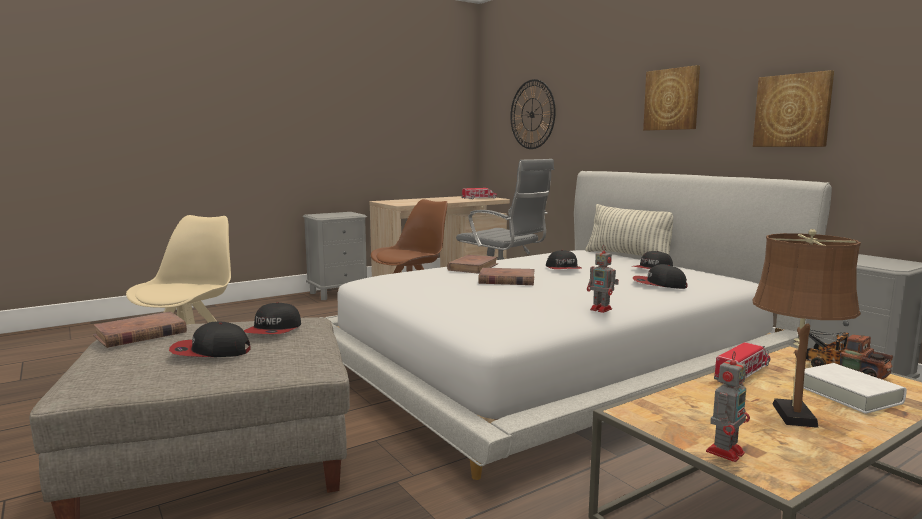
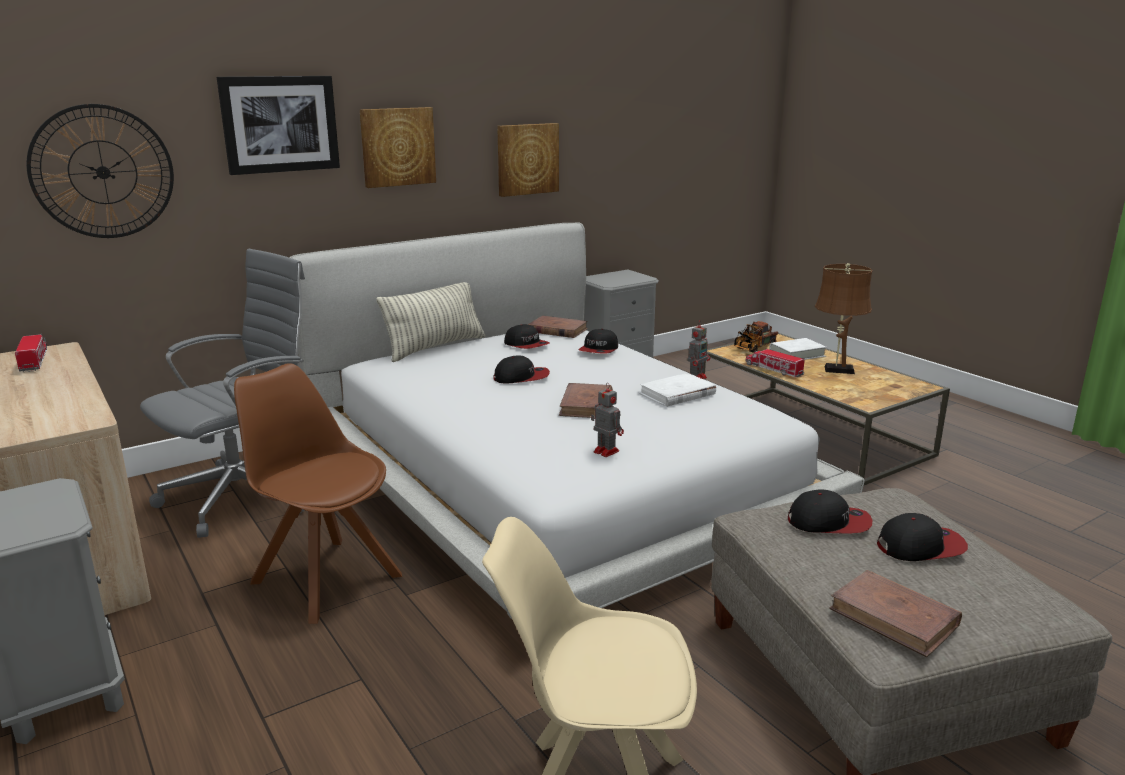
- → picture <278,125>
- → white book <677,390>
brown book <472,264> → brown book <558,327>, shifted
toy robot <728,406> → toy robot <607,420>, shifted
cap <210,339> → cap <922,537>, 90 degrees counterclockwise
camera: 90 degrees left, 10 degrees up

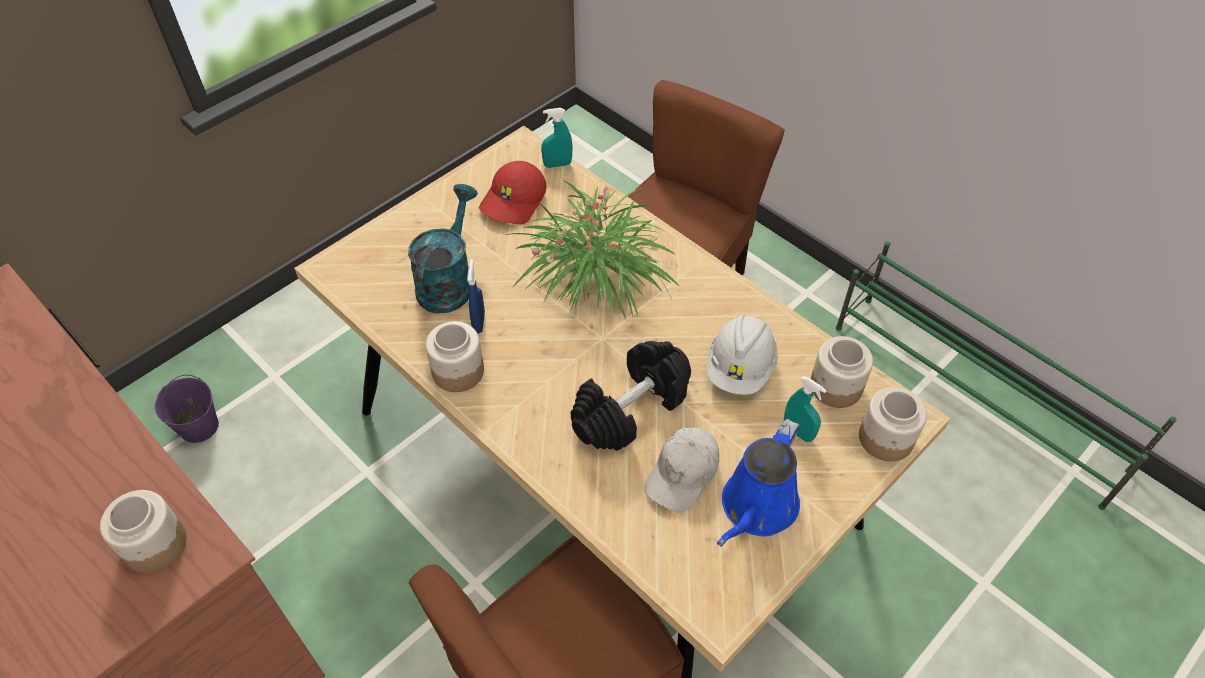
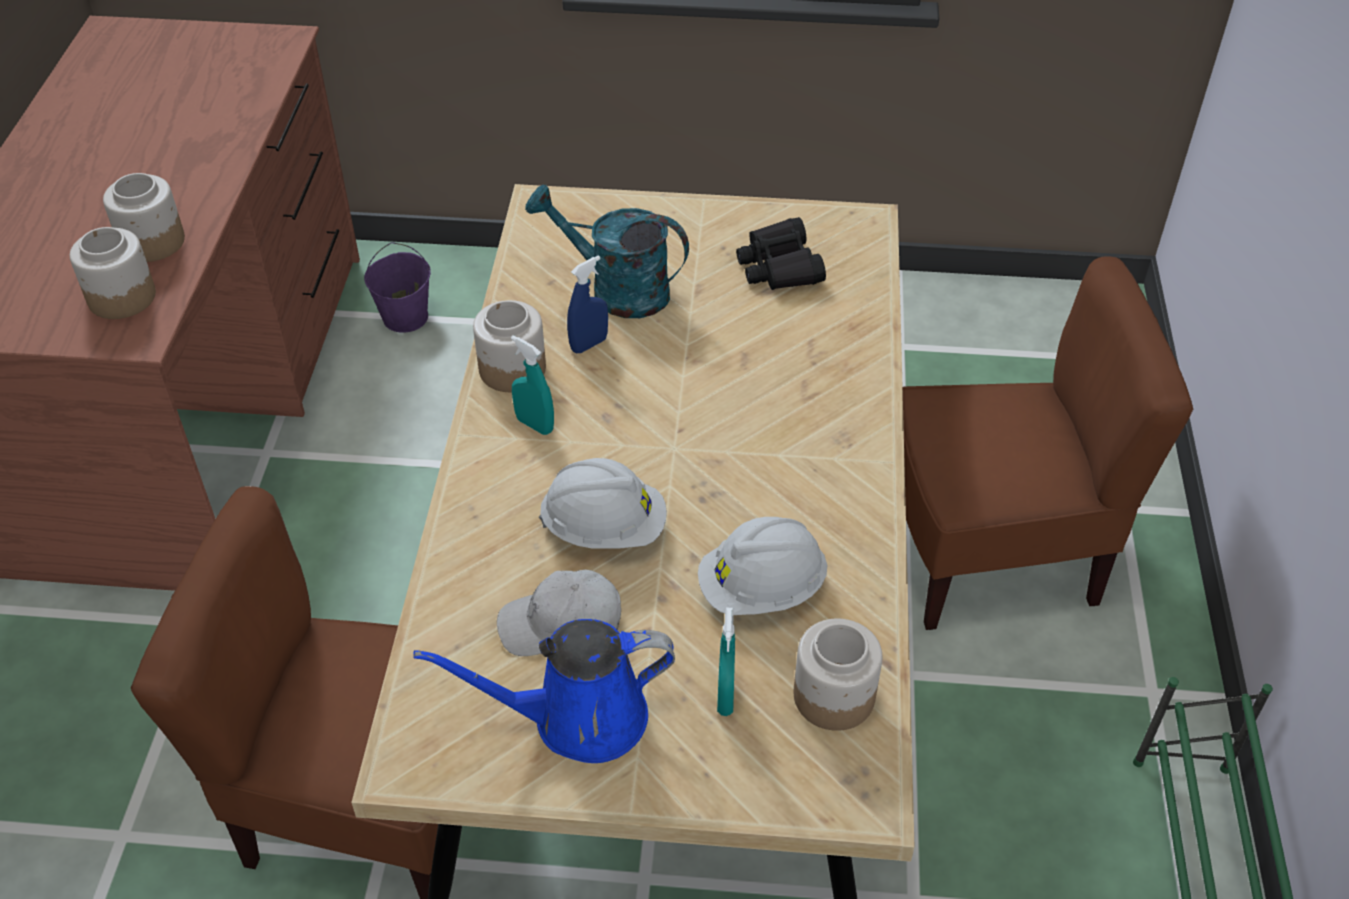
potted plant <591,250> → -
turquoise spray bottle <557,138> → turquoise spray bottle <532,385>, shifted
jar <893,424> → jar <144,217>, shifted
red cap <512,193> → black binoculars <781,253>
black dumbbell <631,396> → white hard hat <603,503>
turquoise watering can <443,249> → turquoise watering can <607,251>, 135 degrees counterclockwise
camera: 50 degrees right, 5 degrees down

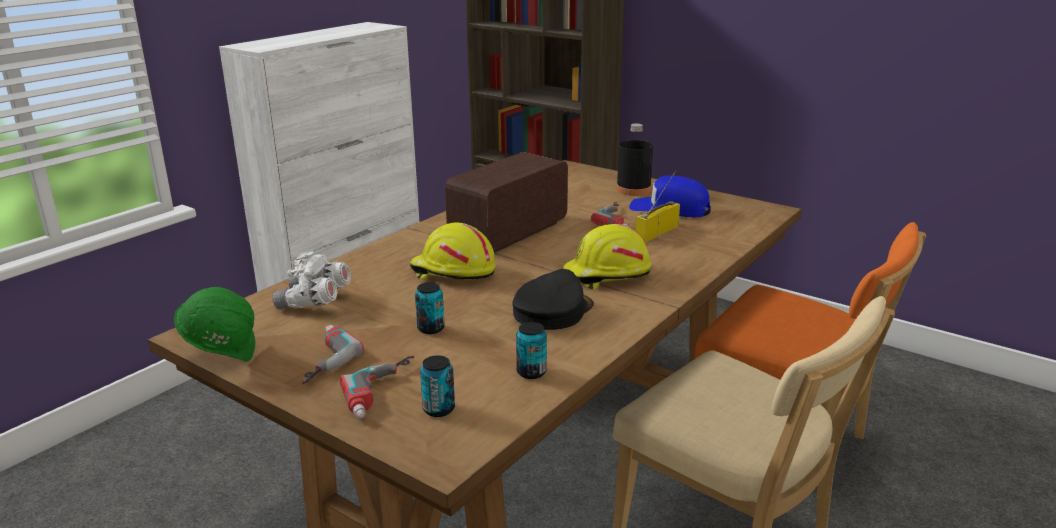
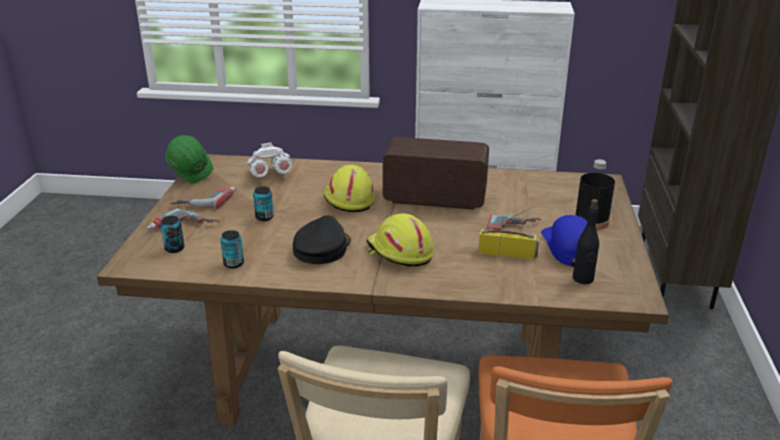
- → black bottle <586,241>
black cap <553,299> → black cap <322,239>, 75 degrees counterclockwise
camera: 60 degrees right, 5 degrees up

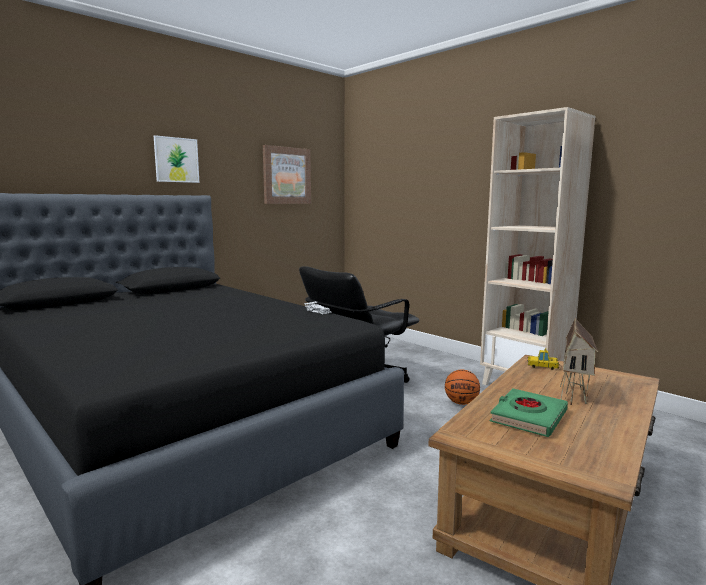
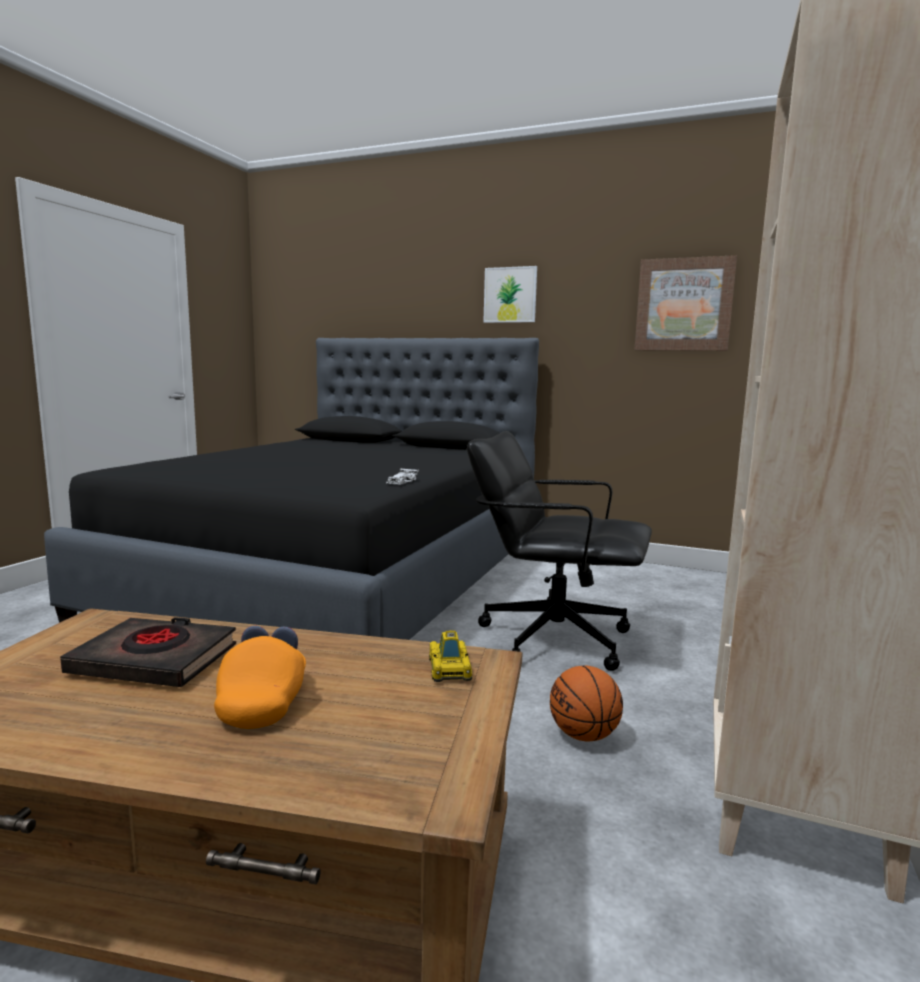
toy house <579,361> → orange cap <260,677>
green book <528,412> → black book <148,652>
camera: 65 degrees right, 0 degrees up

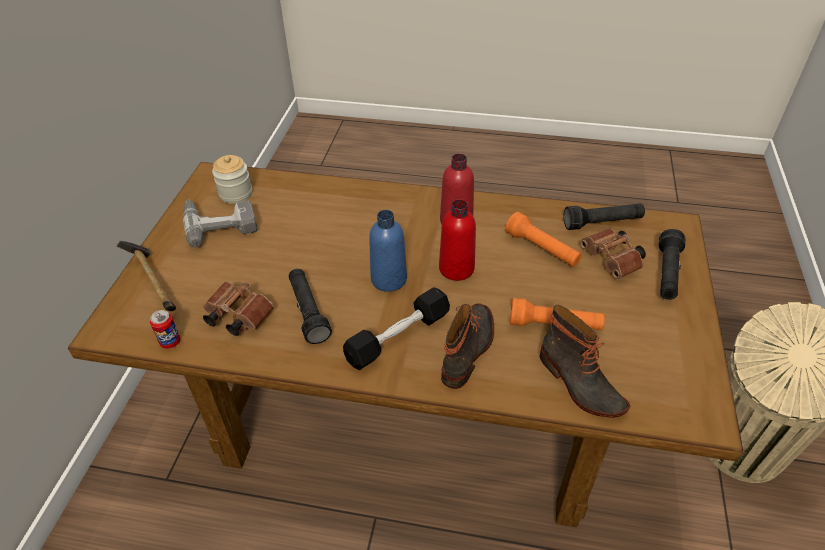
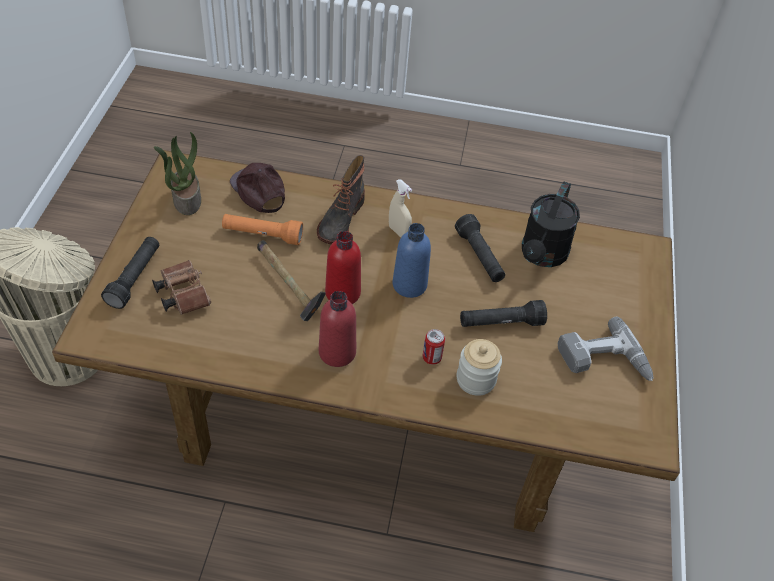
orange flashlight <543,239> → -
- → potted plant <177,173>
hammer <146,276> → hammer <291,280>, shifted
can <165,329> → can <433,347>, shifted
jar <232,179> → jar <479,367>, shifted
black flashlight <604,216> → black flashlight <503,313>, shifted
brown binoculars <238,308> → black watering can <551,224>
black dumbbell <396,328> → beige spray bottle <400,208>
boot <585,361> → brown cap <257,188>
camera: 175 degrees right, 5 degrees up

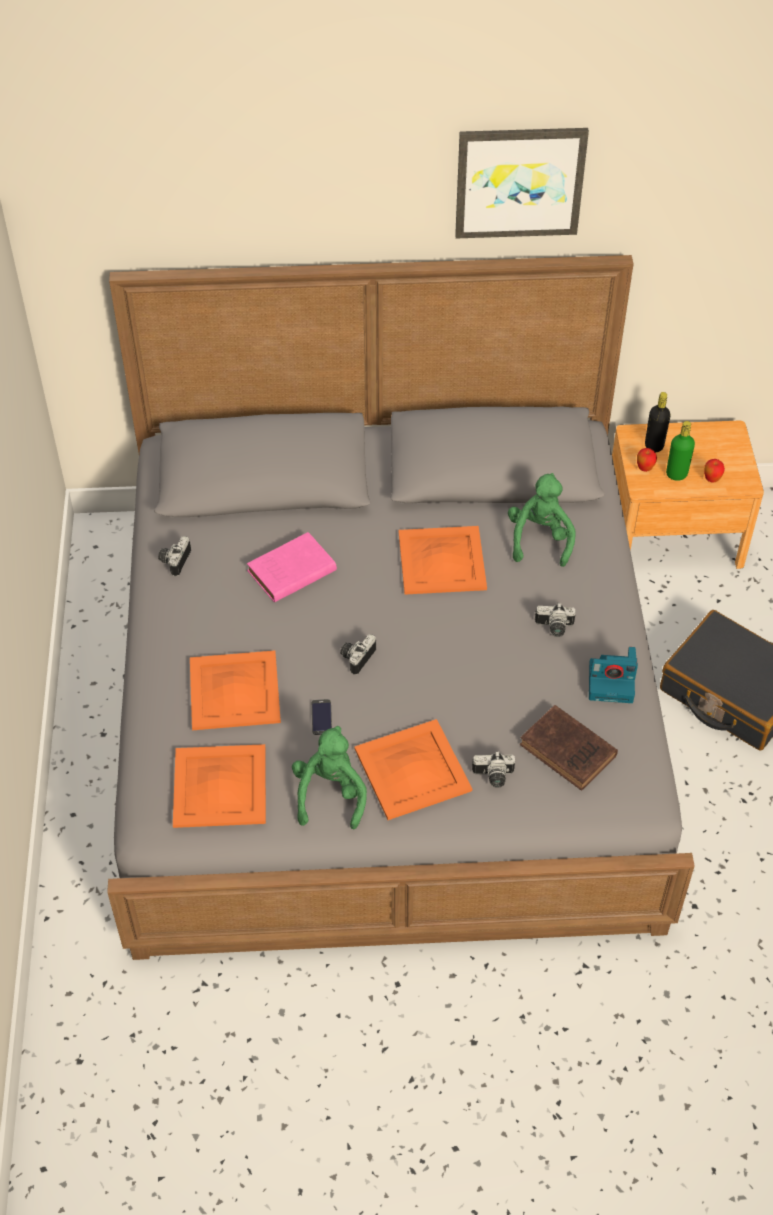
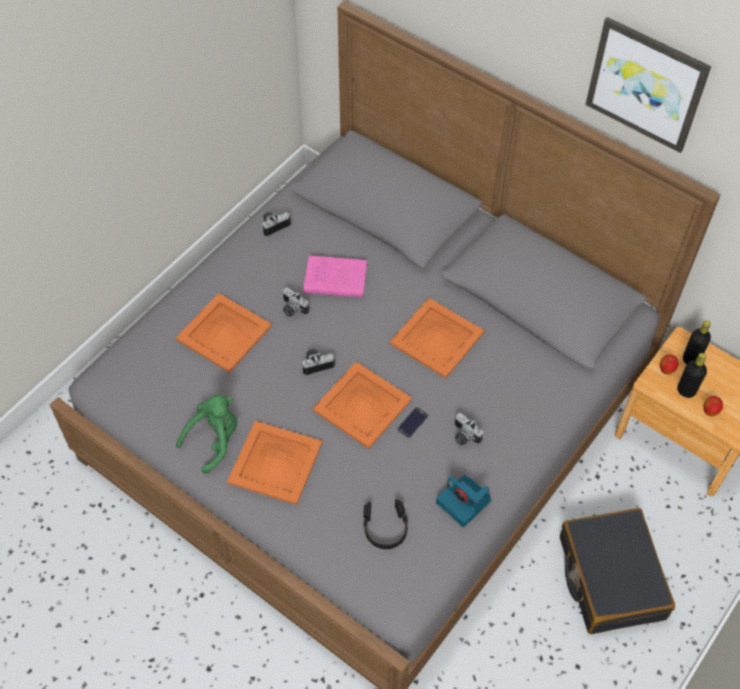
green plush toy <542,520> → -
orange tray <219,786> → orange tray <362,405>, shifted
phone <322,717> → phone <412,422>, shifted
photo camera <493,769> → photo camera <296,302>, shifted
brown book <568,748> → black headphones <385,524>
green bottle <680,451> → black bottle <692,375>
camera: 40 degrees right, 5 degrees up

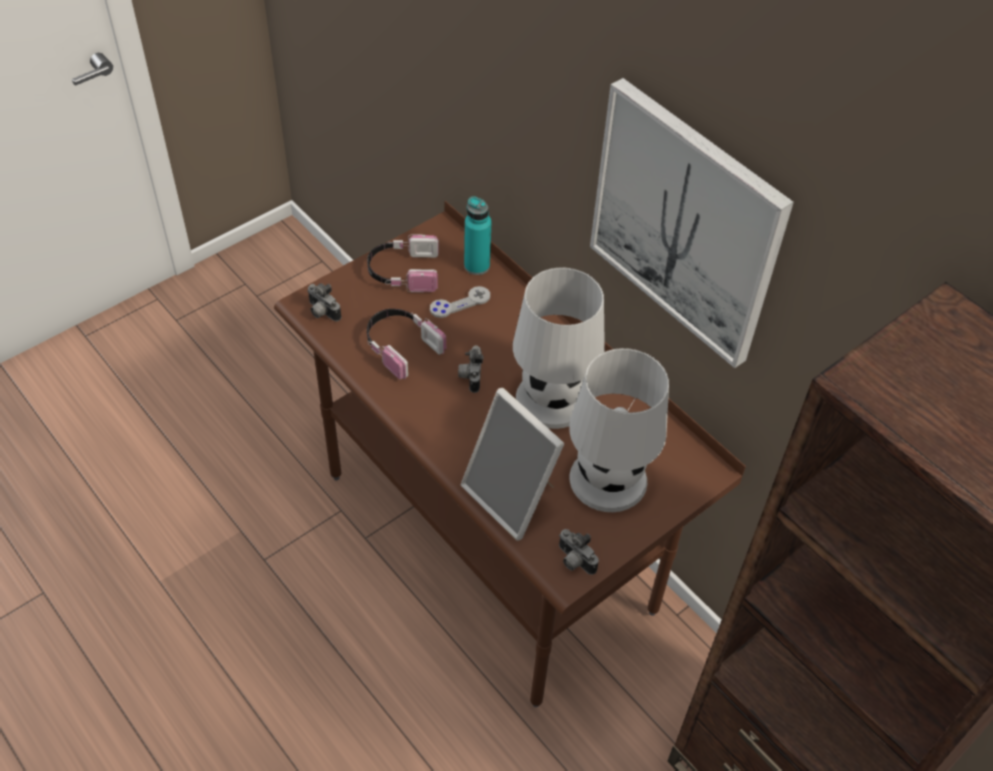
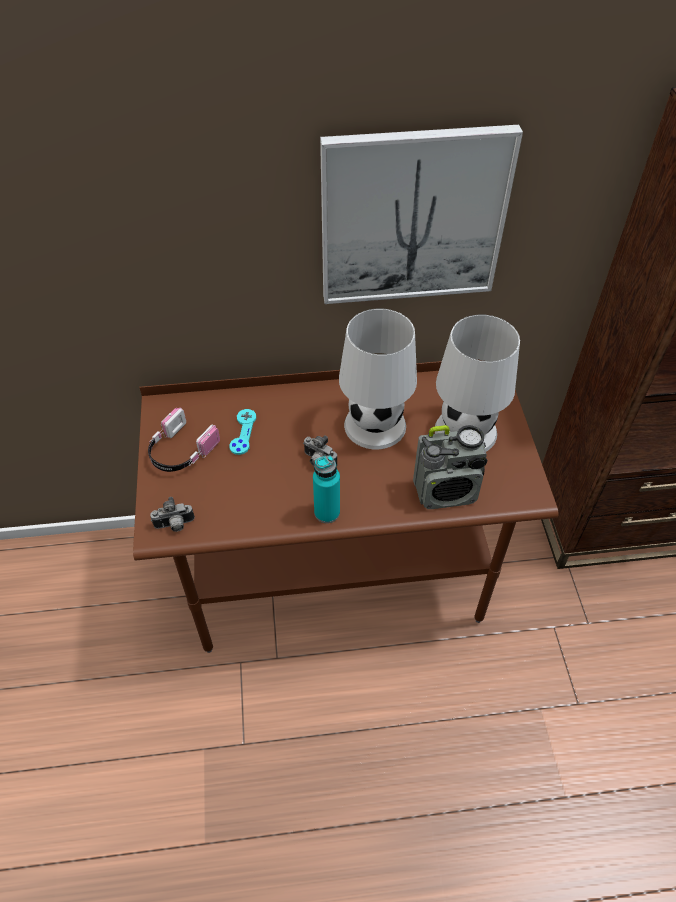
headphones <406,344> → -
photo camera <579,552> → -
turquoise bottle <478,235> → turquoise bottle <326,489>, shifted
picture frame <512,464> → radio <450,467>
grey game controller <460,302> → turquoise game controller <242,432>
camera: 55 degrees left, 0 degrees up

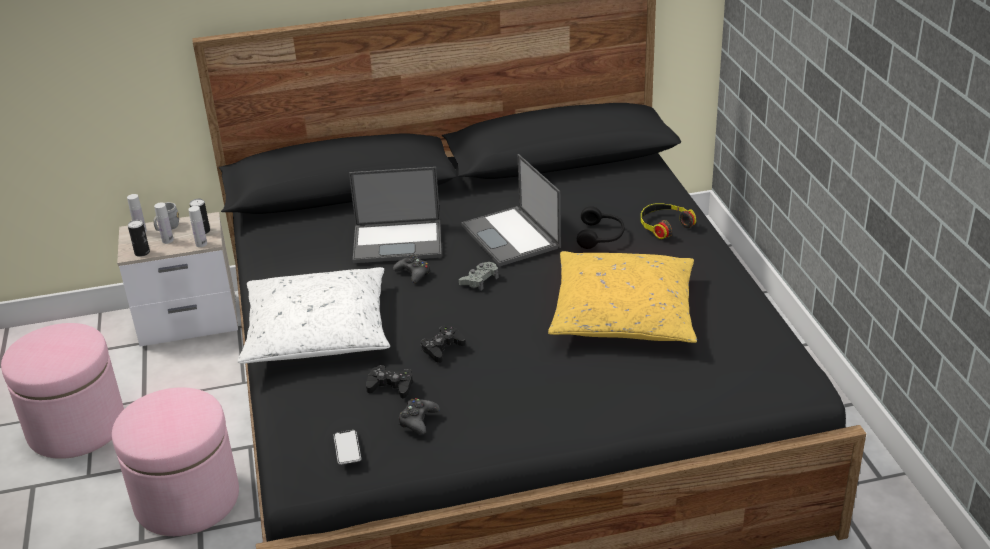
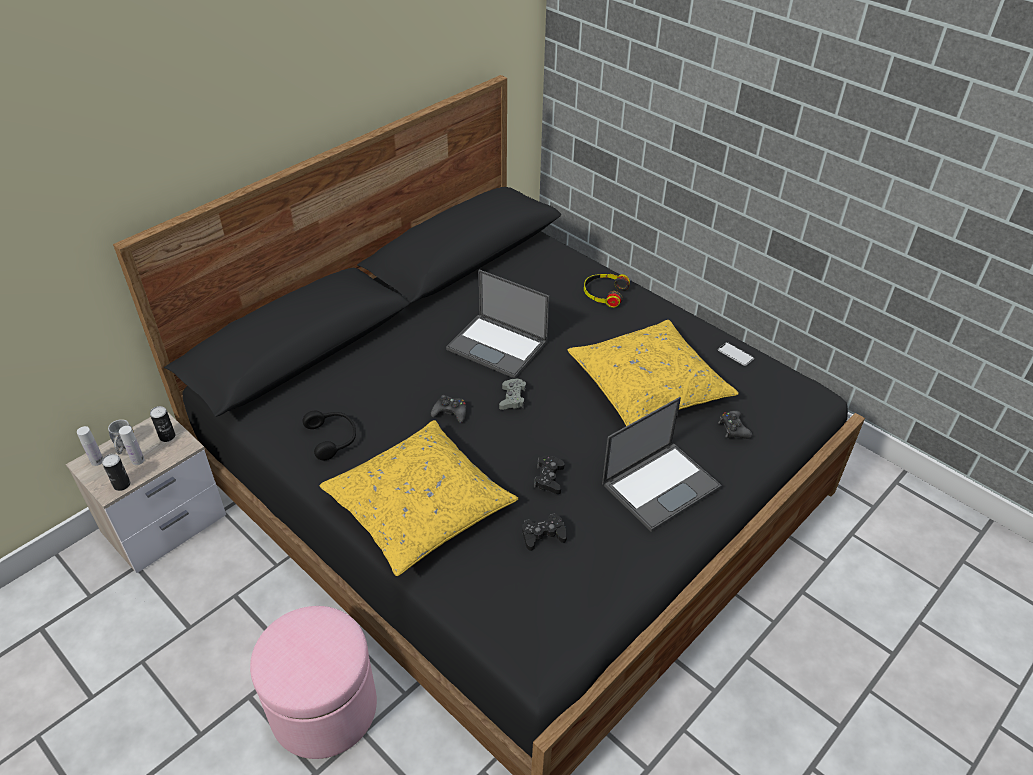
pink ottoman <62,391> → -
white bottle <197,226> → -
phone <347,447> → phone <736,354>, shifted
laptop <395,215> → laptop <662,464>, shifted
black game controller <419,416> → black game controller <735,425>, shifted
black headphones <601,227> → black headphones <329,435>, shifted
white pillow <313,315> → yellow pillow <419,498>
camera: 35 degrees left, 10 degrees up

